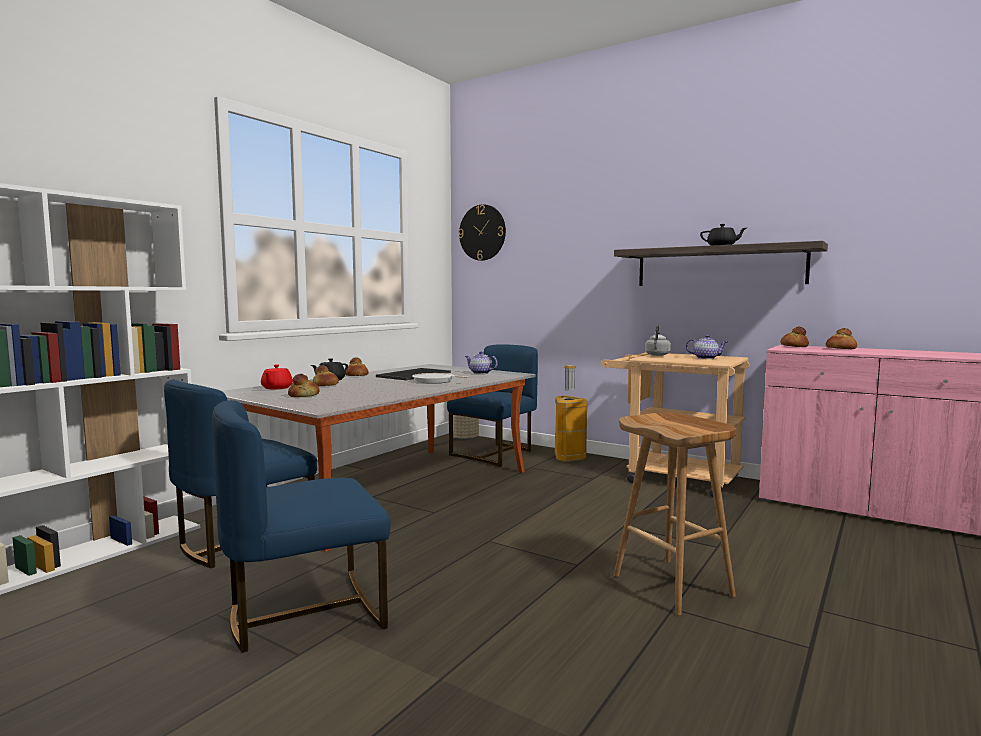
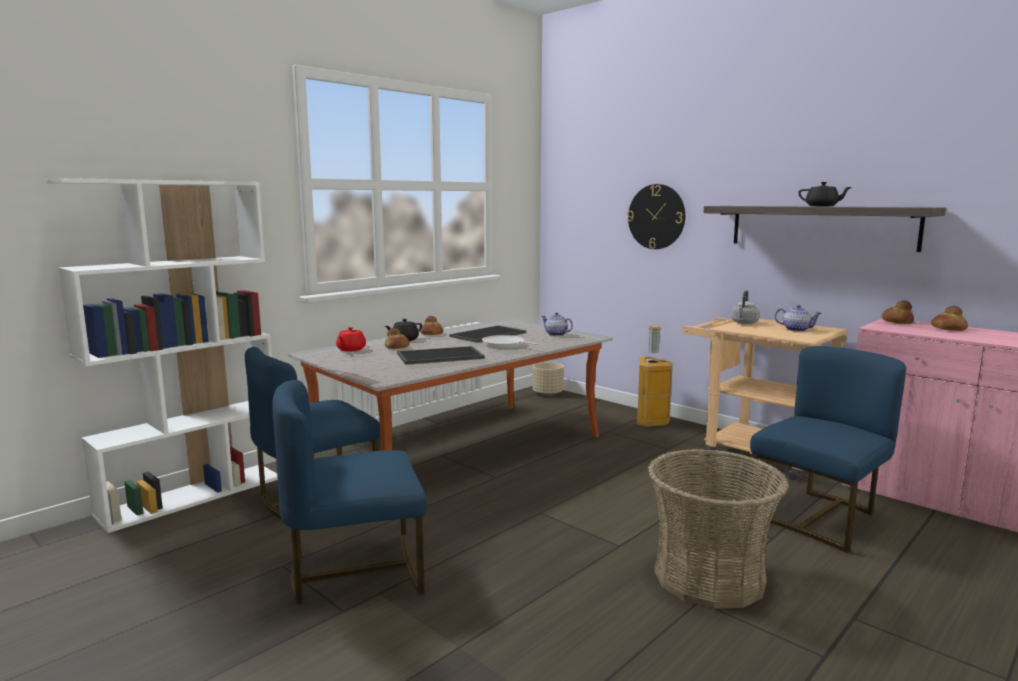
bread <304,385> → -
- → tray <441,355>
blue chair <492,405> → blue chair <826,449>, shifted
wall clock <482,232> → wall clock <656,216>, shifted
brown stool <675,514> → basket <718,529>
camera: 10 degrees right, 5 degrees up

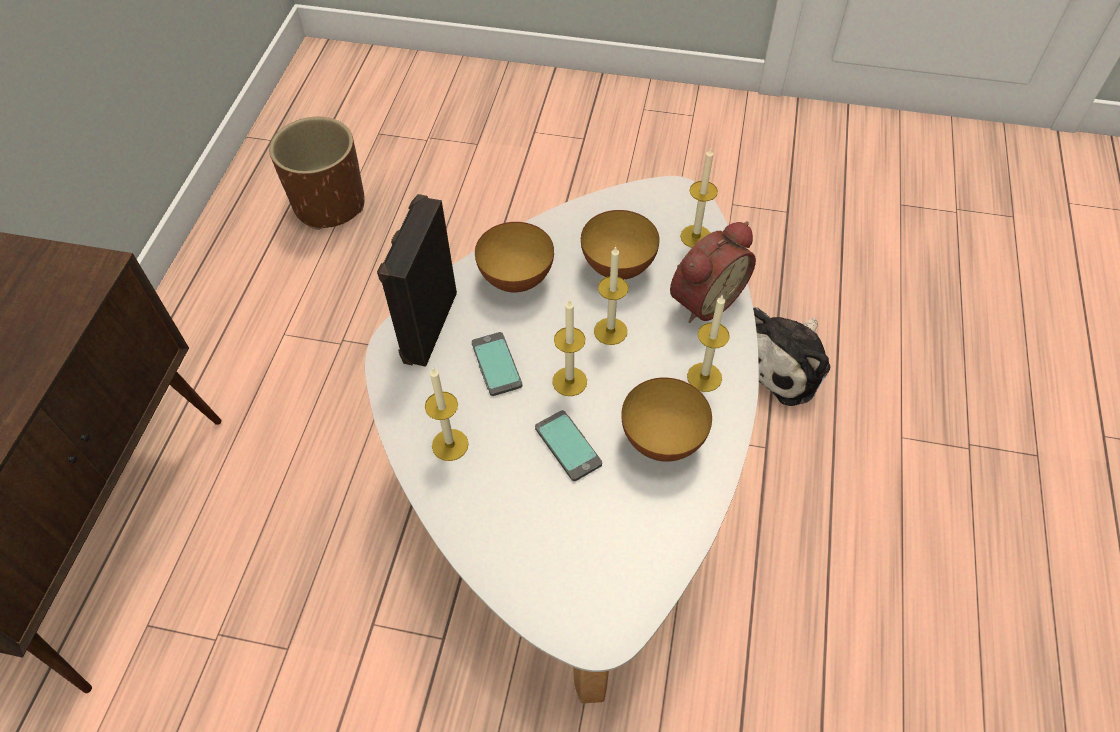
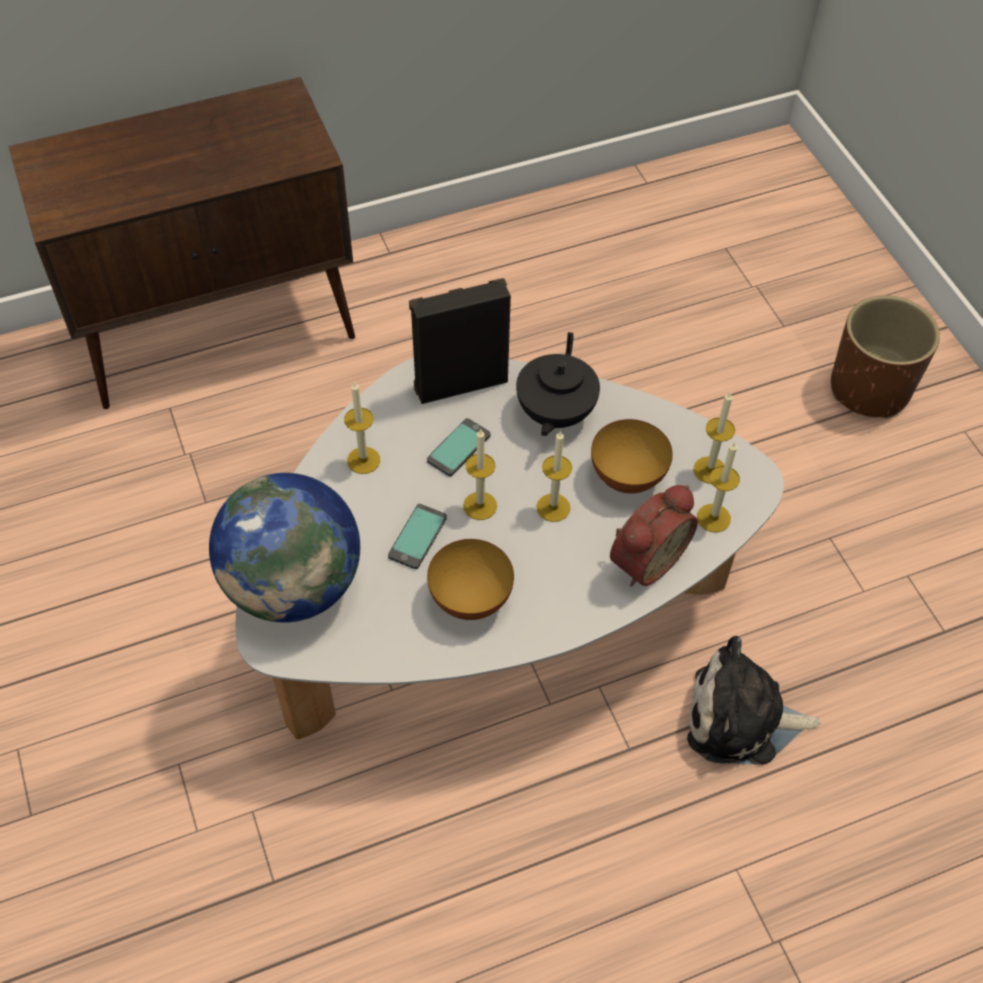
- → globe <284,548>
brown planter <316,173> → brown planter <885,357>, shifted
candle <708,343> → candle <714,438>, shifted
bowl <514,257> → black teapot <558,384>
alarm clock <713,272> → alarm clock <654,536>, 60 degrees counterclockwise
camera: 55 degrees right, 0 degrees up

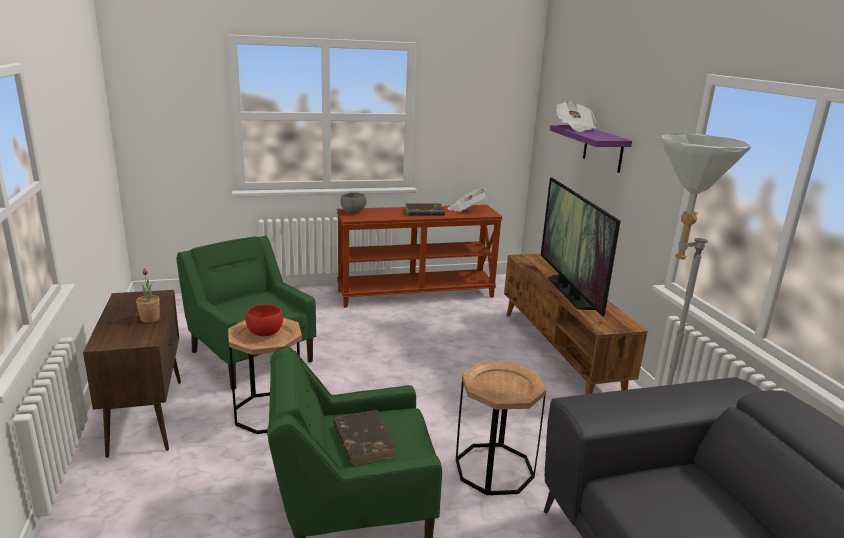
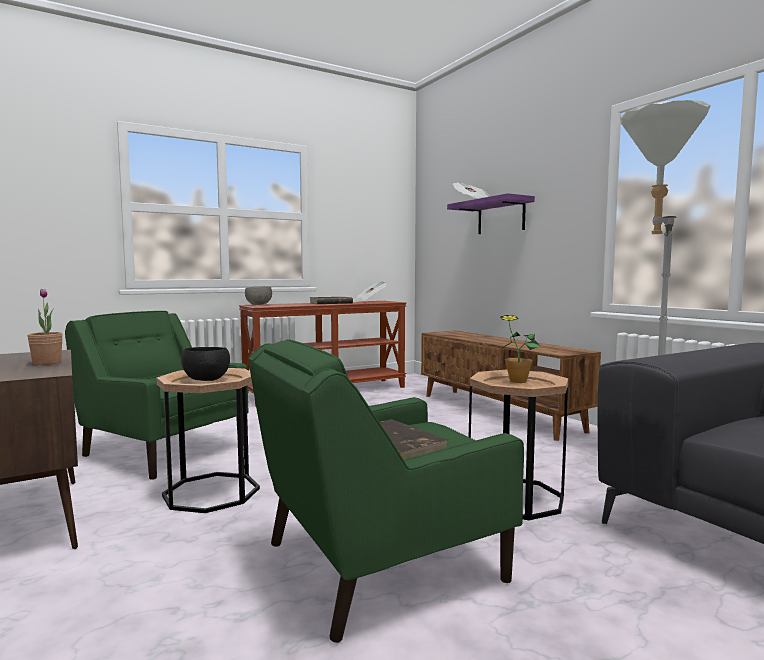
television <581,247> → -
- → potted plant <520,349>
red bowl <264,320> → black bowl <205,364>
camera: 15 degrees left, 15 degrees down

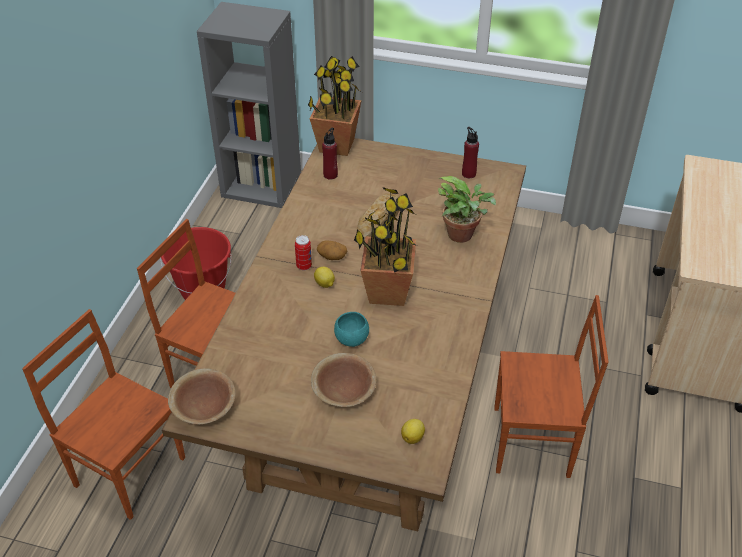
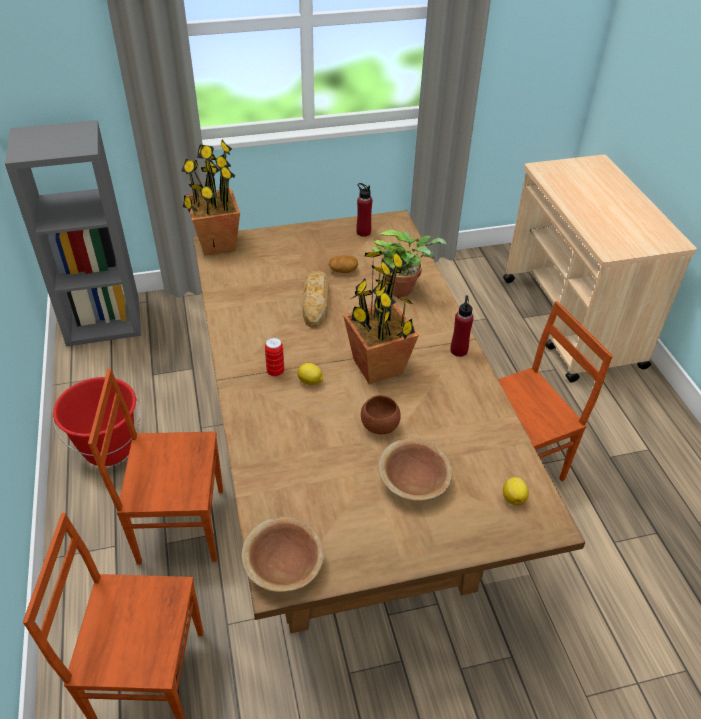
potato <332,250> → potato <343,264>, shifted
red bottle <330,153> → red bottle <462,326>, shifted
turquoise bowl <351,329> → brown bowl <381,414>
camera: 30 degrees left, 0 degrees up

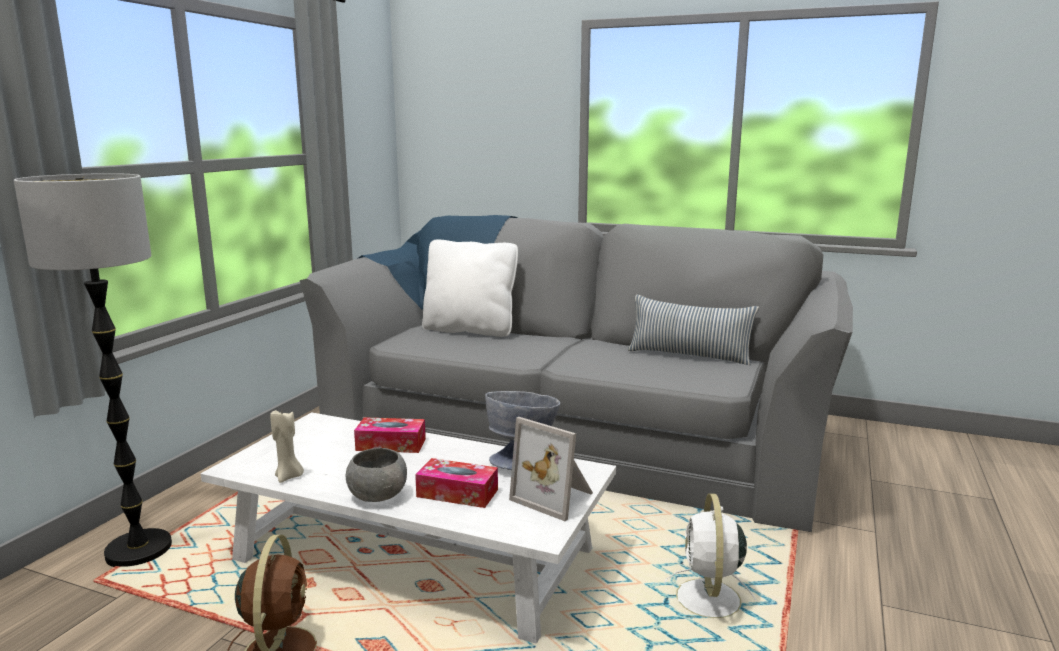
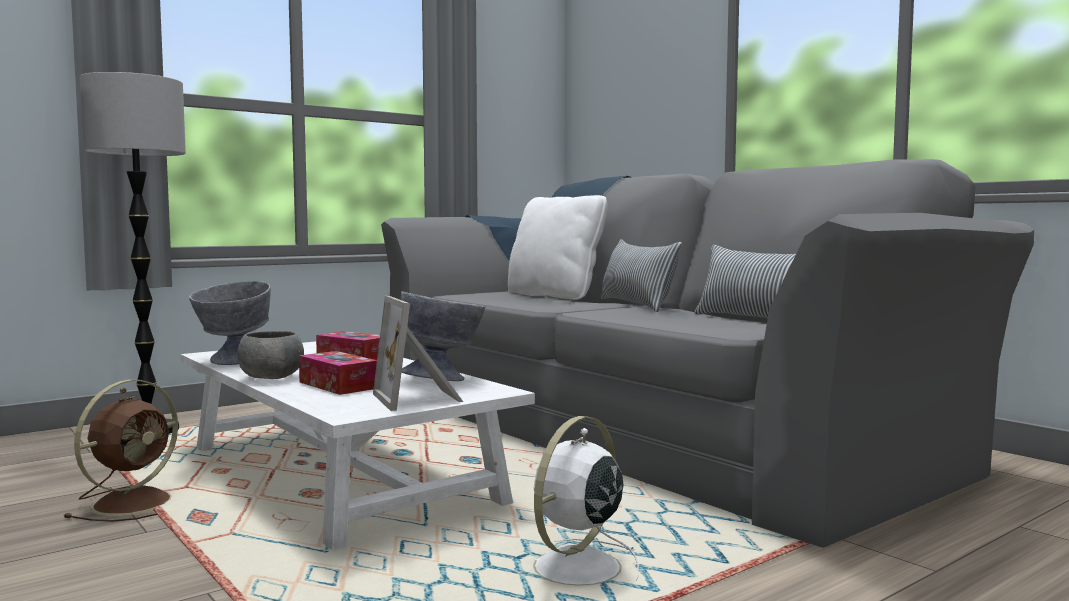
- → pillow <641,275>
beige candle <287,445> → grey bowl <230,323>
camera: 30 degrees right, 10 degrees down

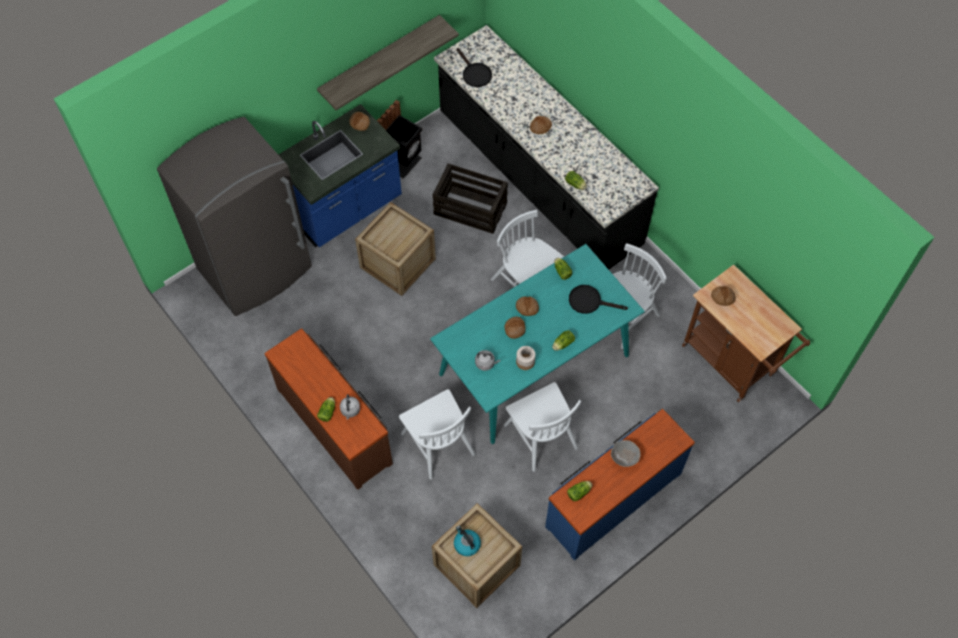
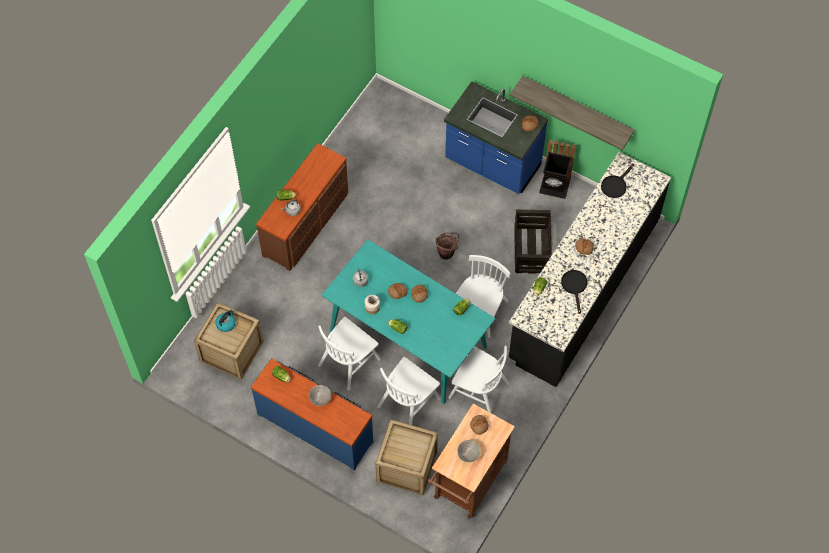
grey fridge <234,216> → -
- → brown bucket <447,246>
- → grey bowl <468,451>
crate <395,249> → crate <406,457>, shifted
white chair <437,434> → white chair <409,391>, shifted
black frying pan <598,299> → black frying pan <574,292>, shifted
camera: 70 degrees right, 0 degrees up

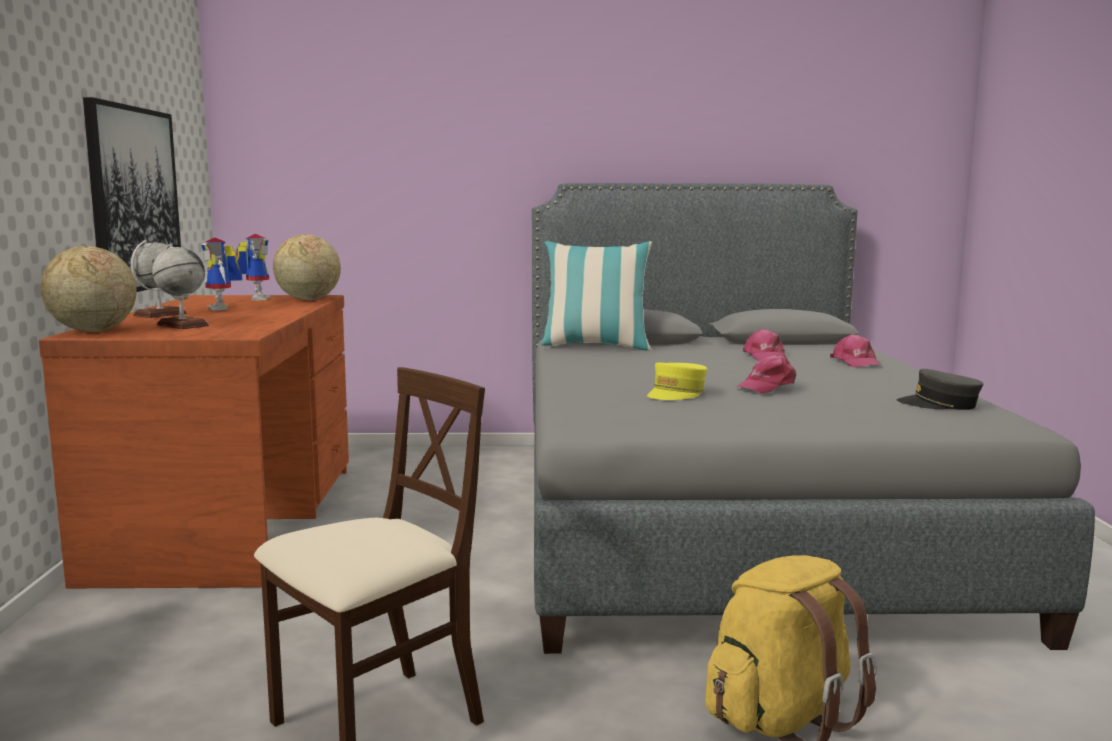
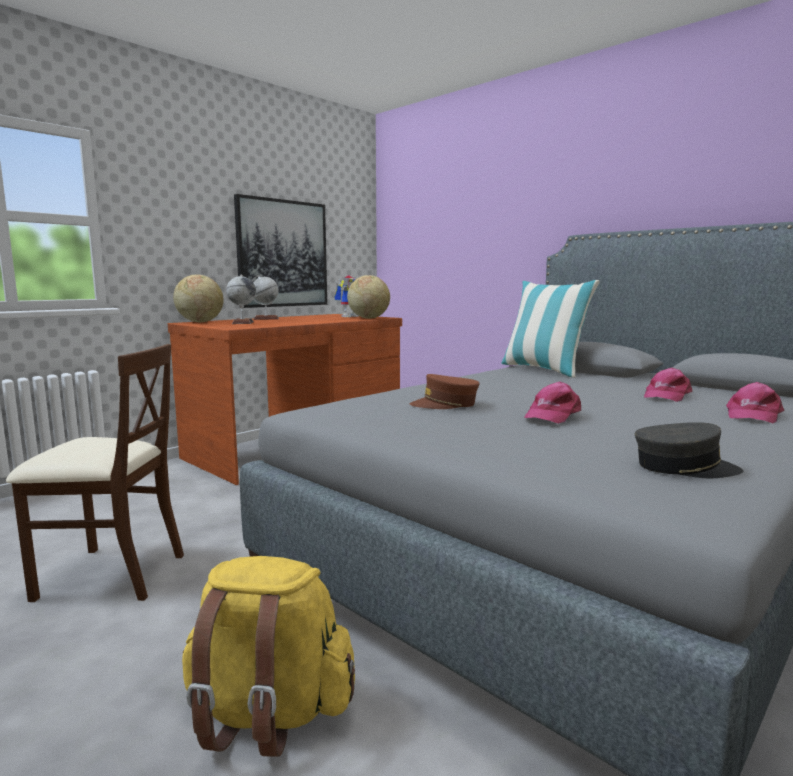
toy robot <221,274> → -
yellow cap <677,381> → brown cap <444,391>
pink cap <766,373> → pink cap <552,403>, 60 degrees counterclockwise
grey cap <940,389> → grey cap <689,450>, 120 degrees clockwise
camera: 45 degrees right, 0 degrees up

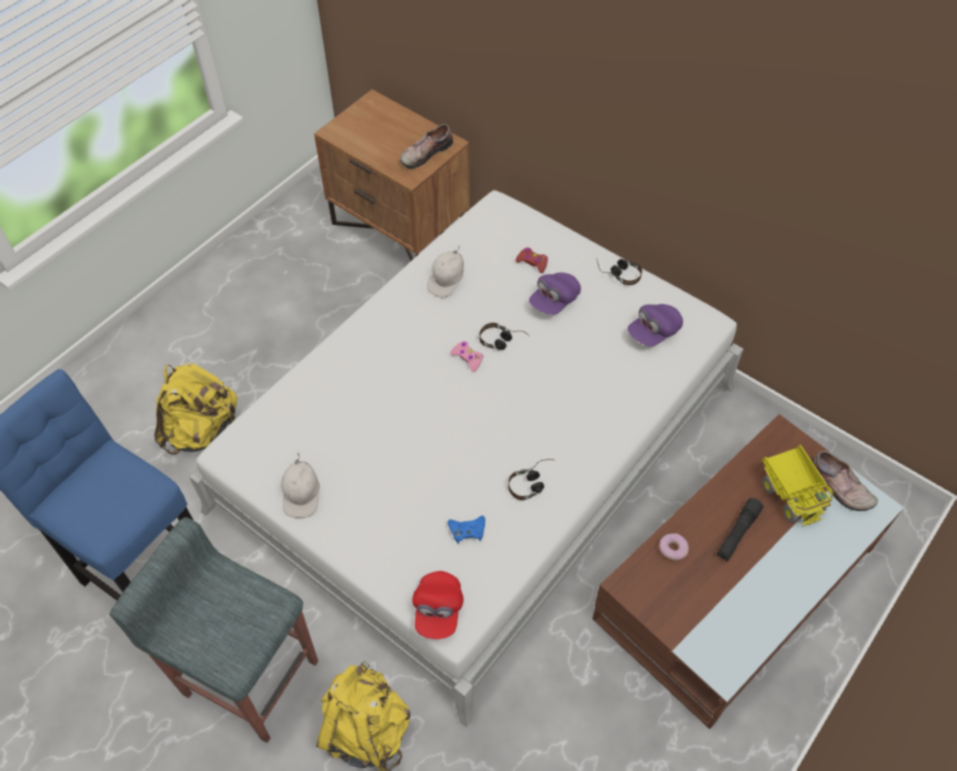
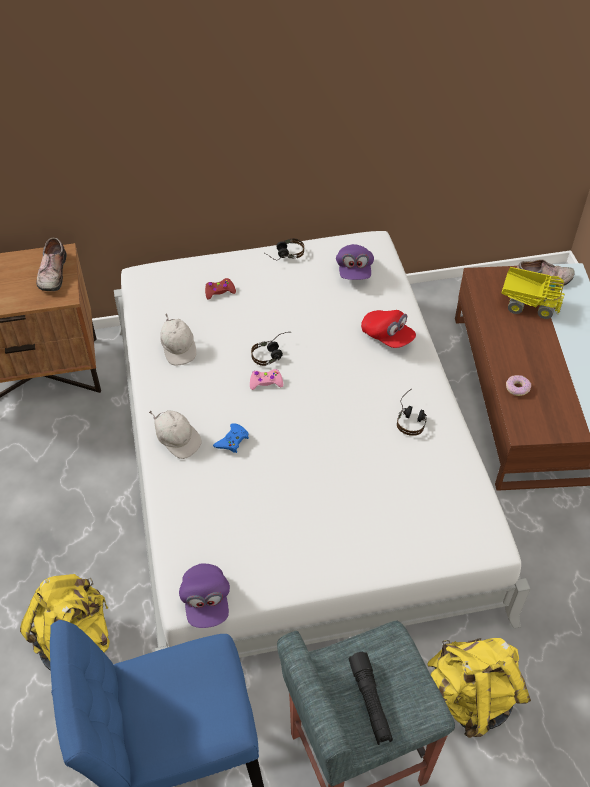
white cap <300,485> → white cap <175,434>, shifted
red cap <438,605> → red cap <388,329>, shifted
blue game controller <466,530> → blue game controller <231,438>, shifted
purple cap <555,294> → purple cap <204,595>, shifted
black flashlight <740,530> → black flashlight <371,698>, shifted
camera: 50 degrees left, 5 degrees down

